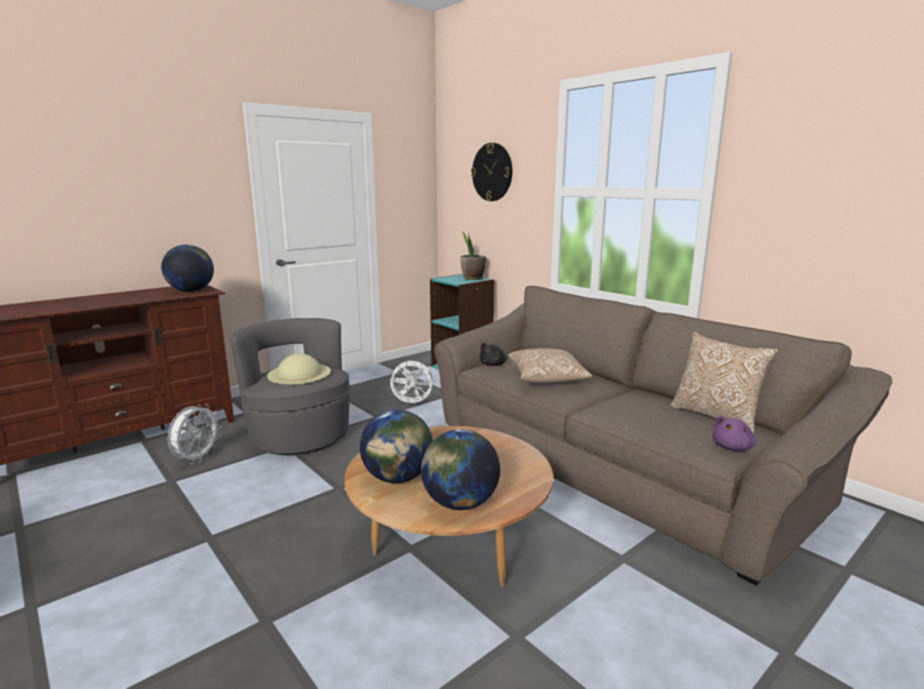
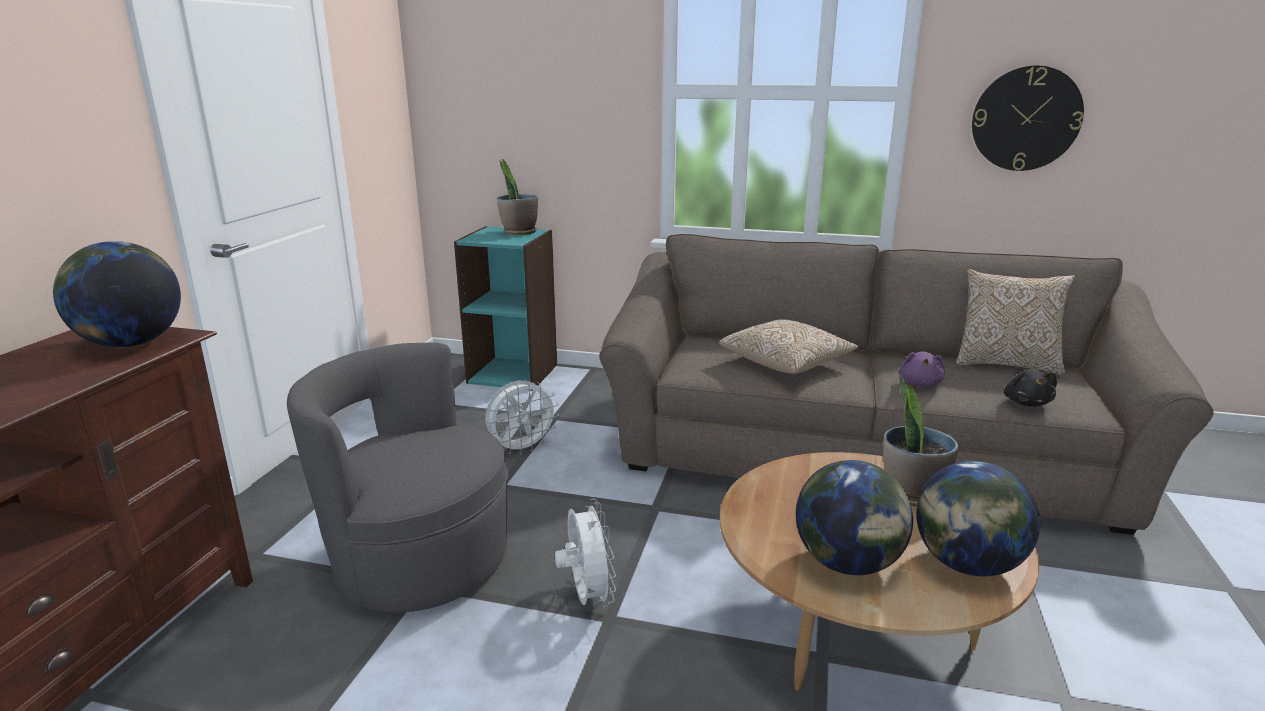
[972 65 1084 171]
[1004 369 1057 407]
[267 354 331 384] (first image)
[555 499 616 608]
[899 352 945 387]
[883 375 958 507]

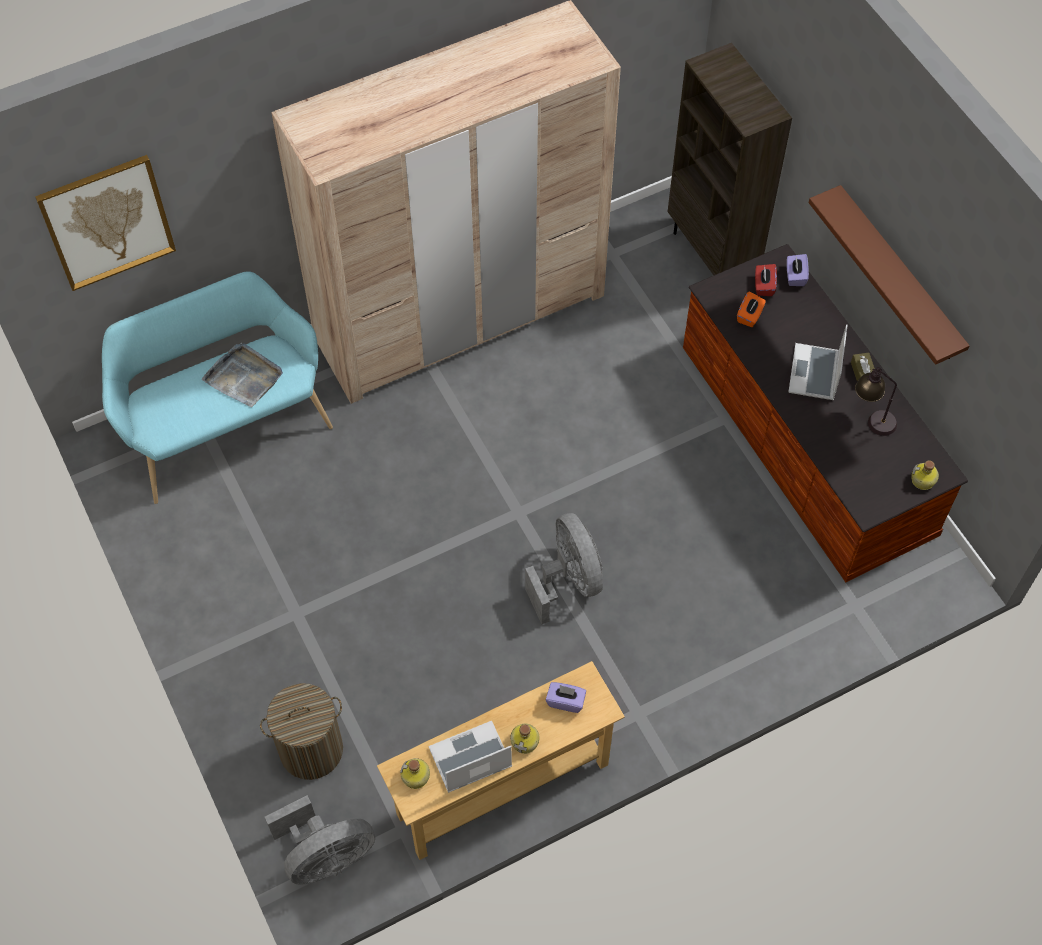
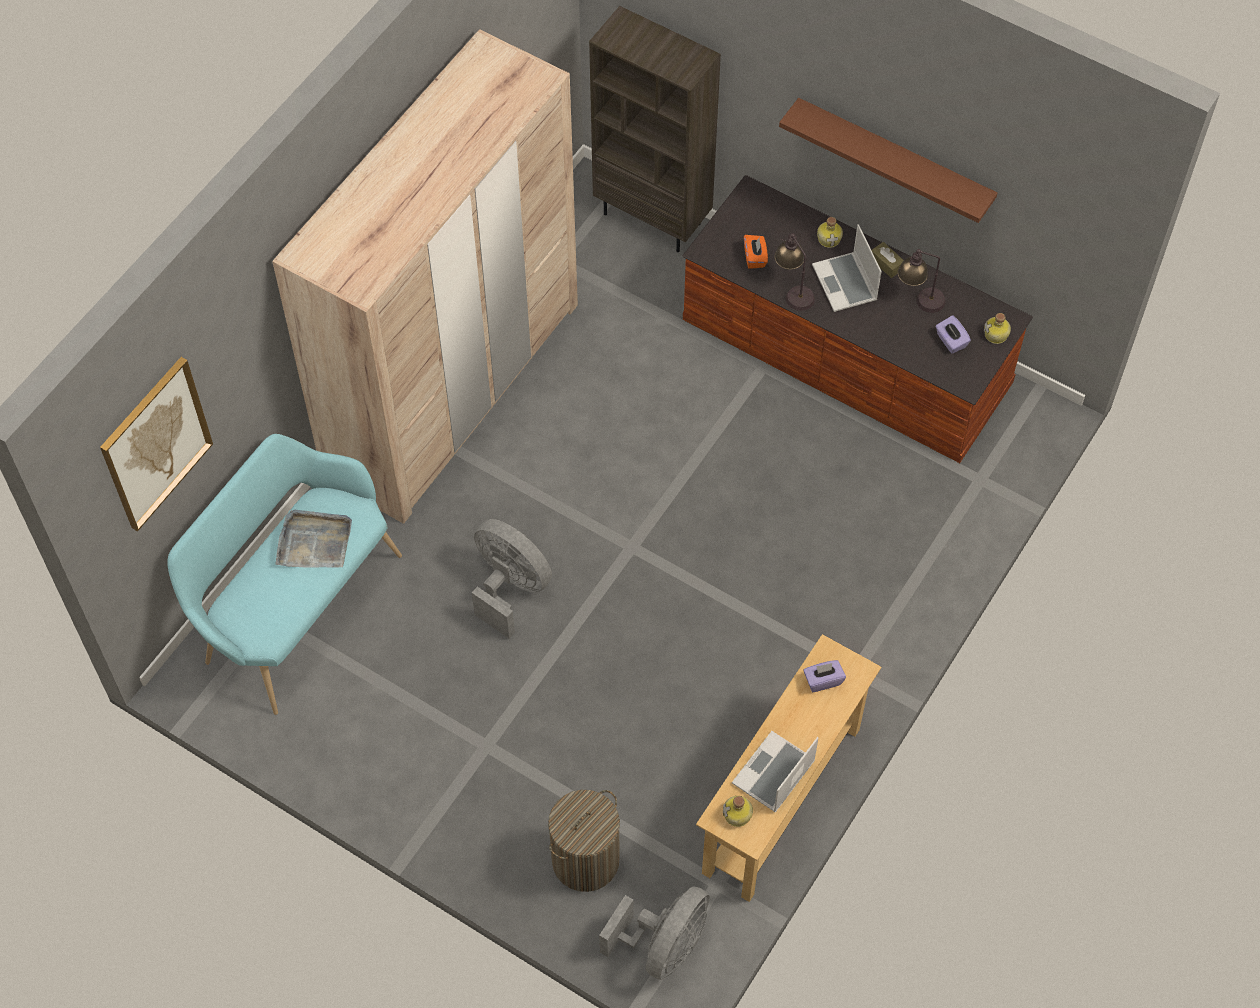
[935 315 971 354]
[755 264 777 296] (first image)
[472 519 552 639]
[817 217 843 248]
[775 233 815 311]

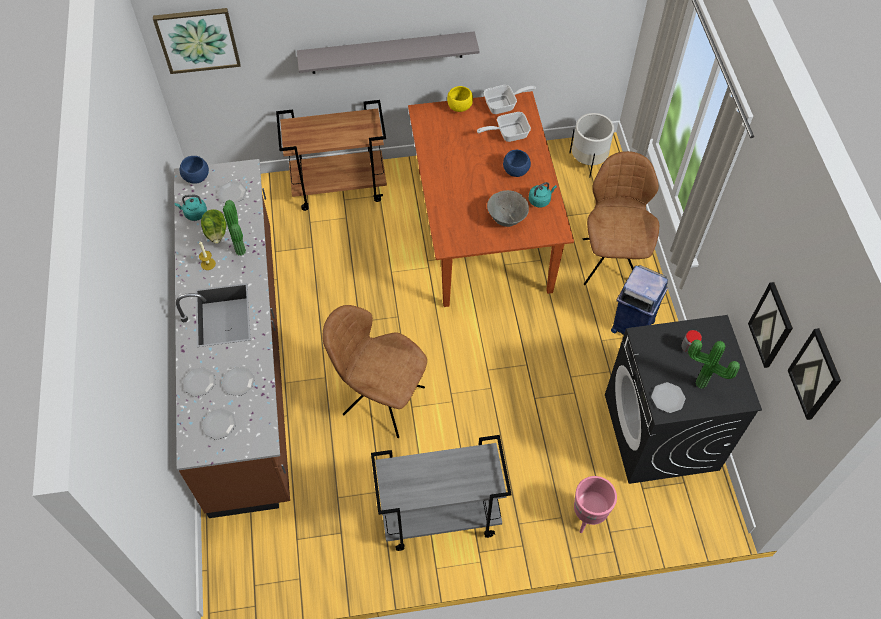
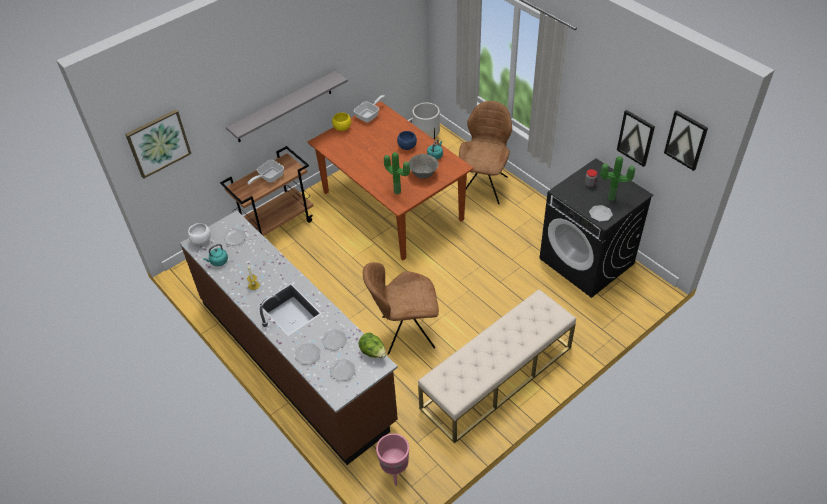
[248 160 284 185]
[459 101 512 204]
[188 223 211 245]
[384 152 410 194]
[359 332 386 358]
[611 265 668 335] (first image)
[418 289 576 444]
[376 433 409 486]

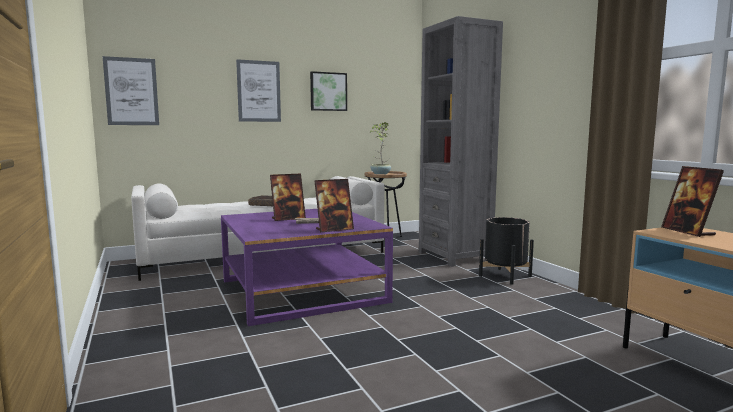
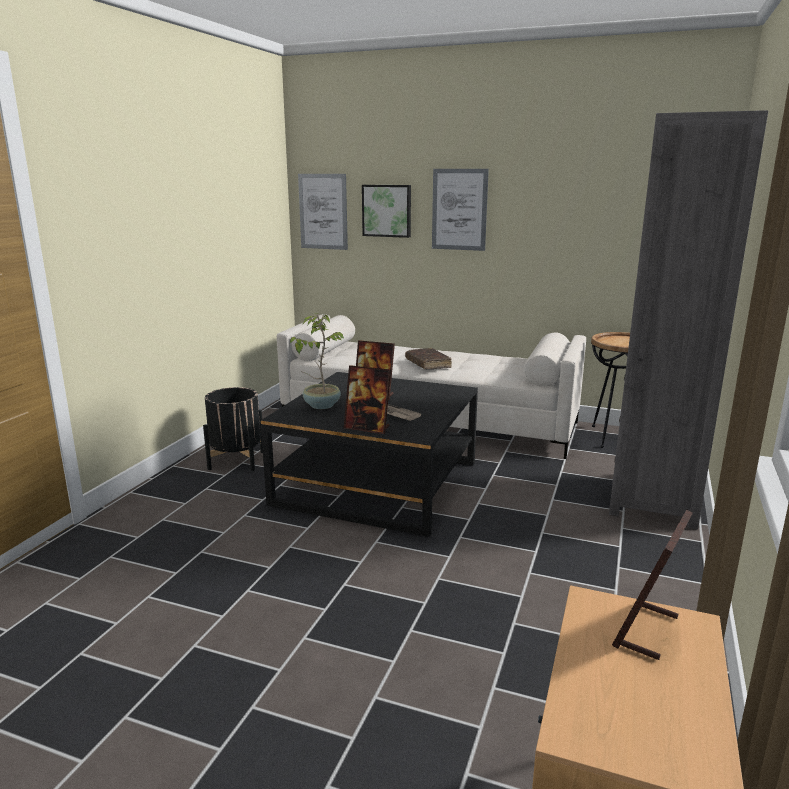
[362 185 411 238]
[290 313 344 409]
[261 372 478 537]
[203 387 263 471]

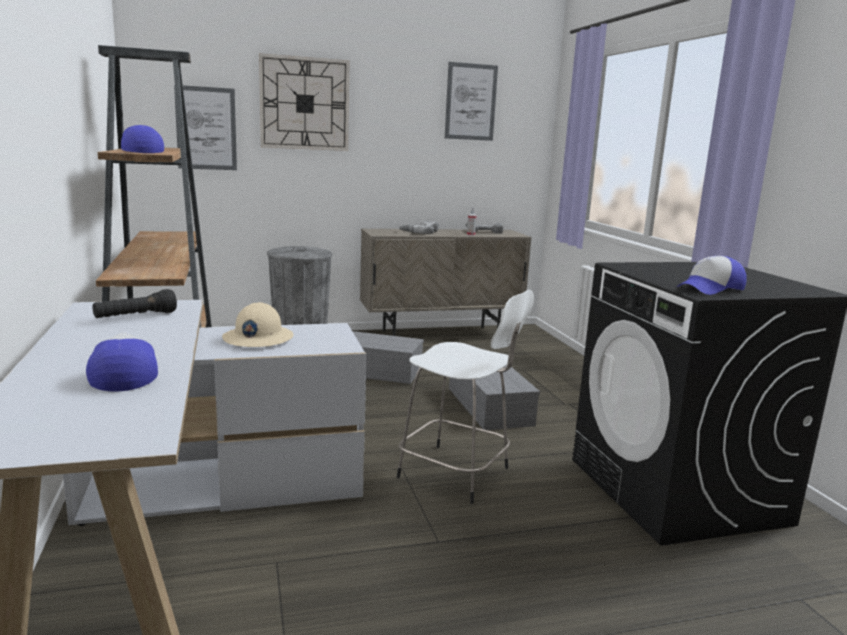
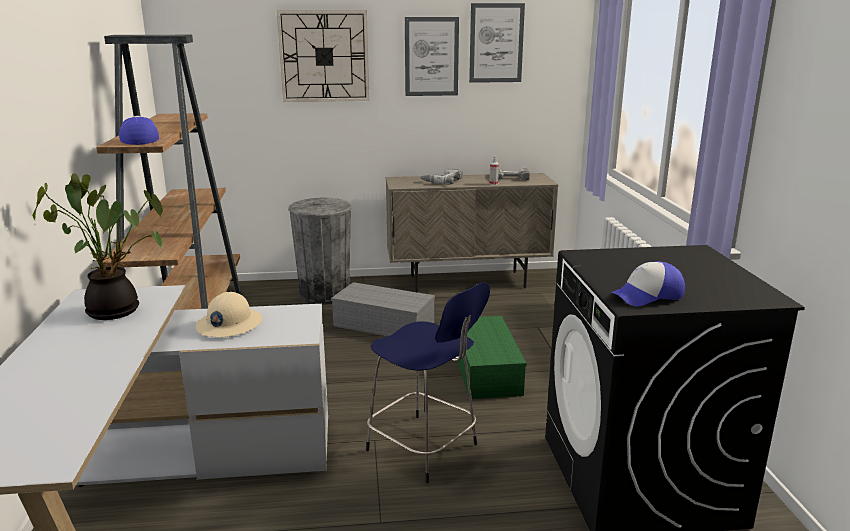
[405 17 459 96]
[32 173 163 320]
[366 282 490 483]
[86 332 158 392] (first image)
[457 316 527 399]

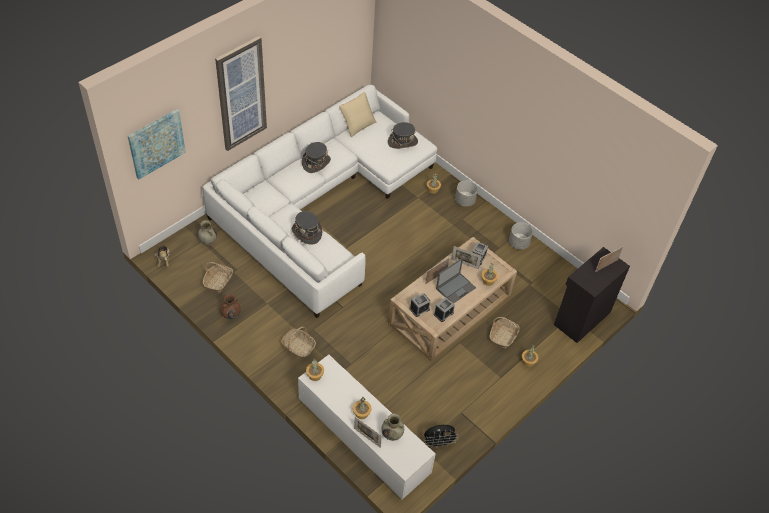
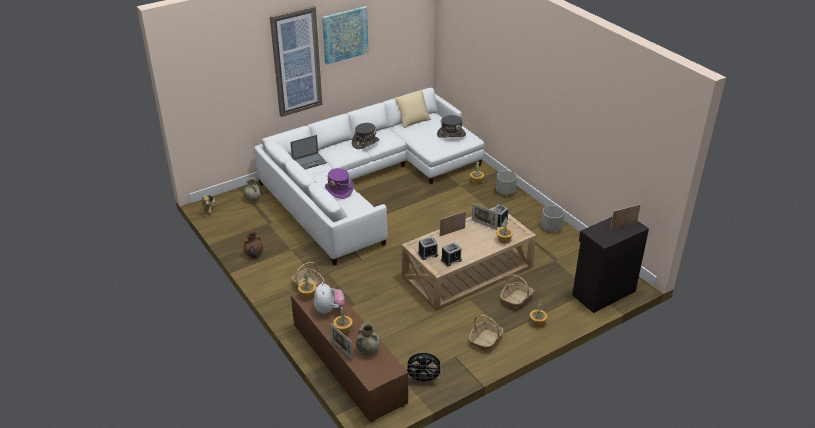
[322 6 369 65]
[325 168 354 199]
[290 135 327 169]
[469 315 503 351]
[291 280 408 422]
[314 282 344 314]

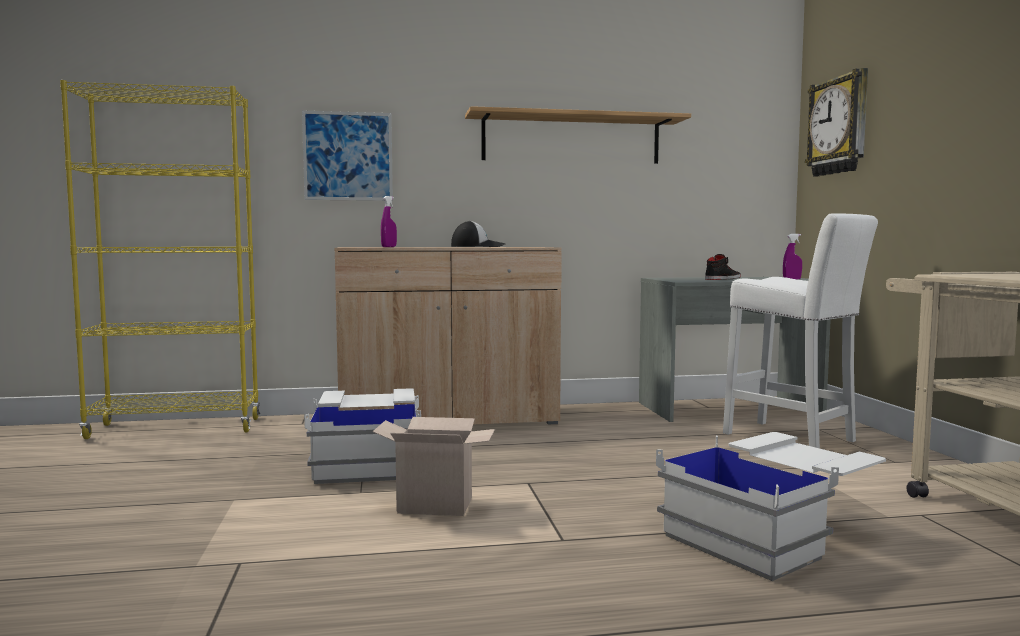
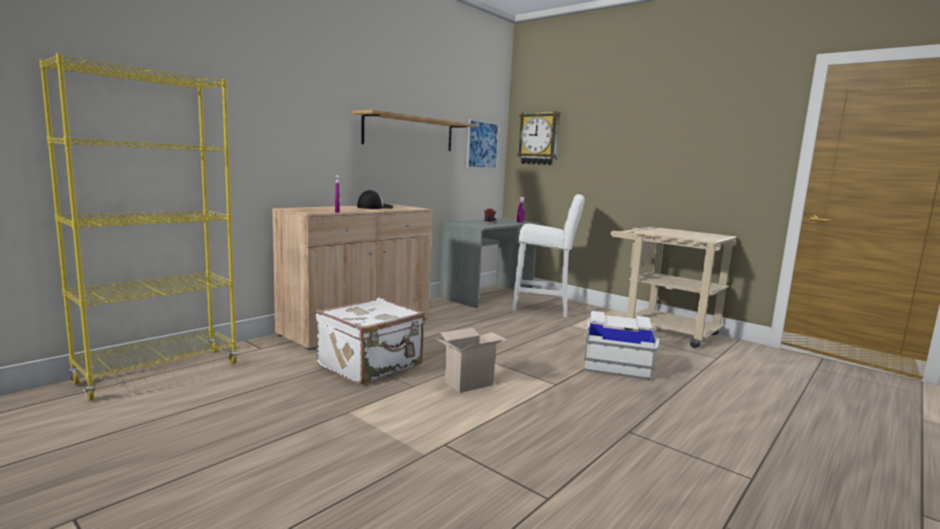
[467 119 500 169]
[316 297 425 385]

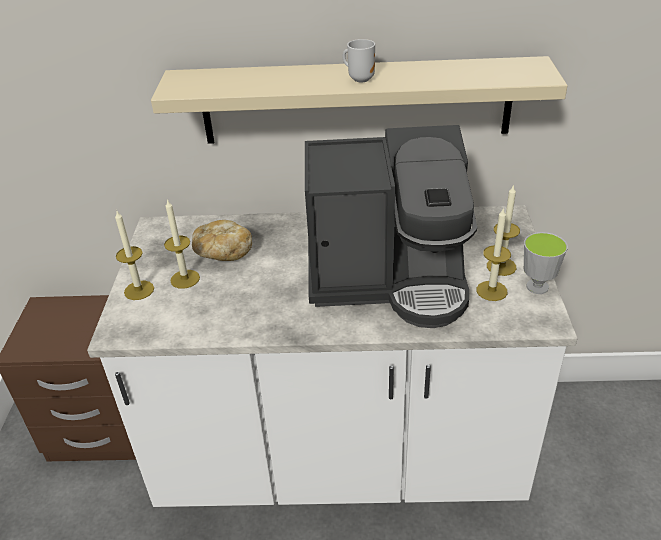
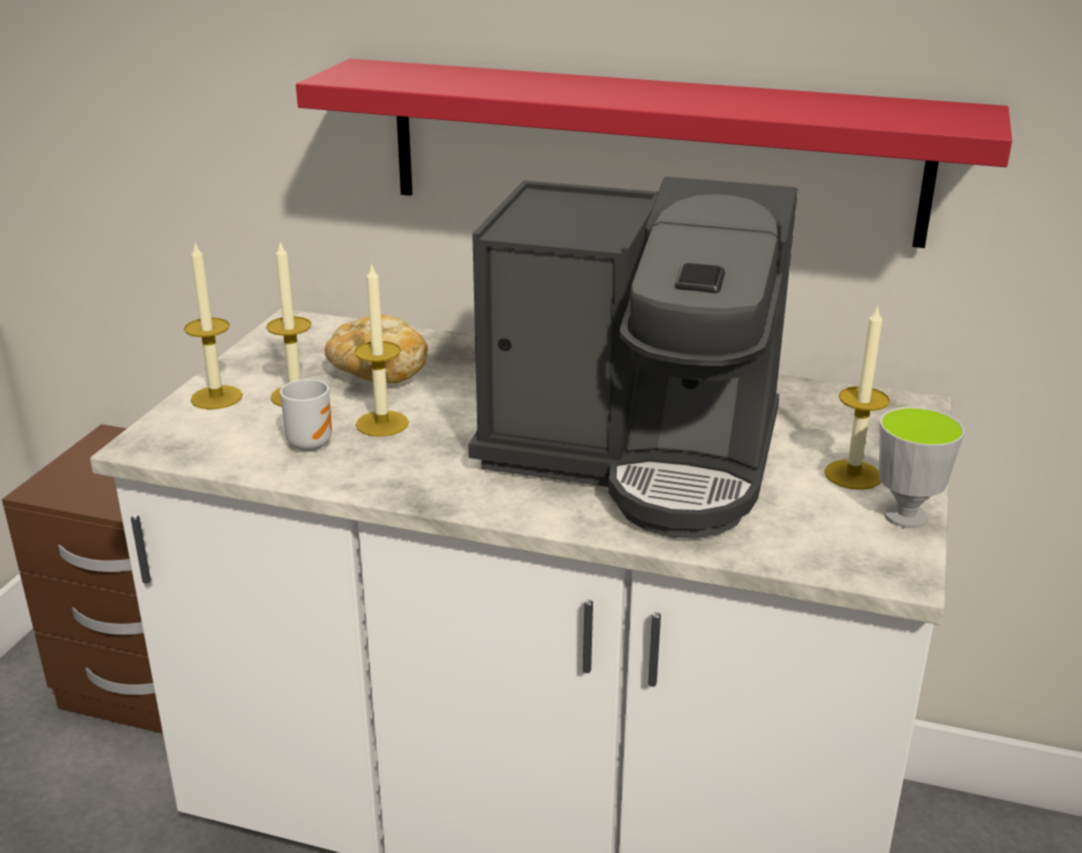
[280 379 332 452]
[296 59 1012 248]
[354 263 409 437]

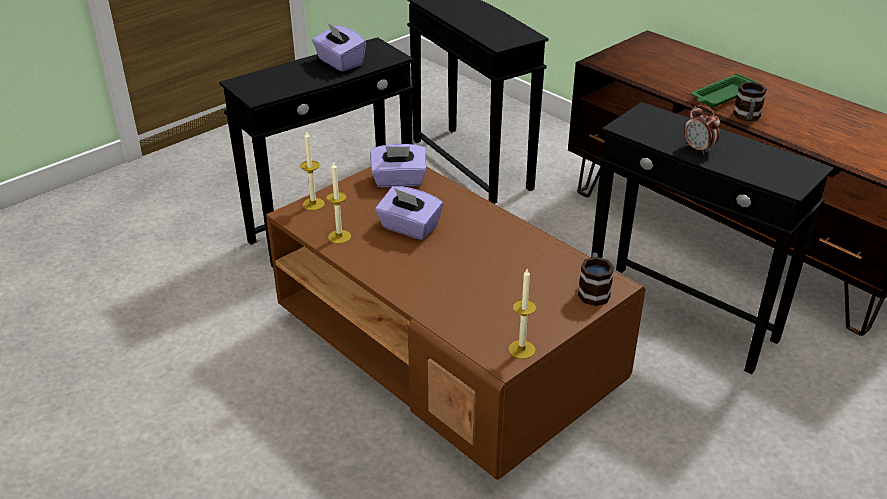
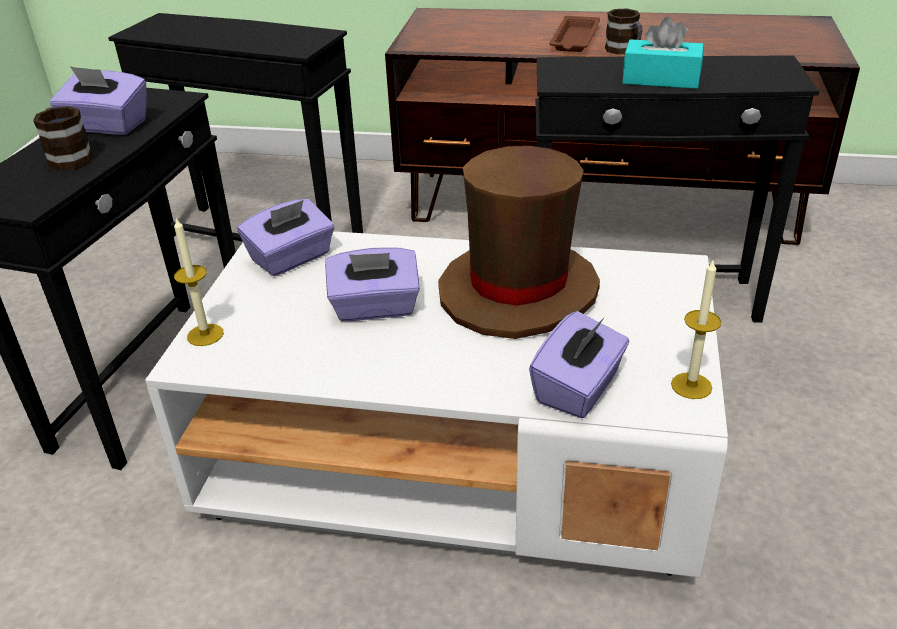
[549 16 600 52]
[622 17 704 89]
[326 161 351 244] (first image)
[145 231 728 578]
[33 106 93 171]
[438 146 600 339]
[529 311 629 418]

